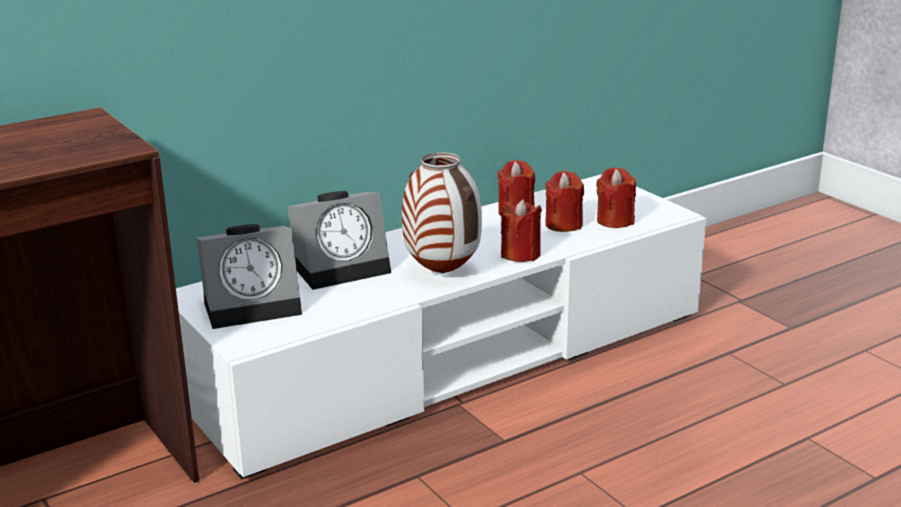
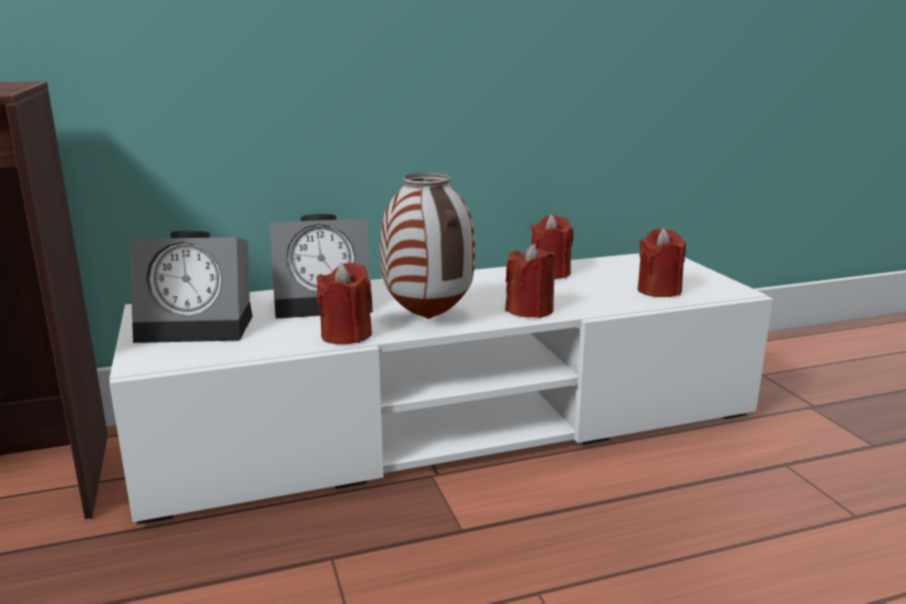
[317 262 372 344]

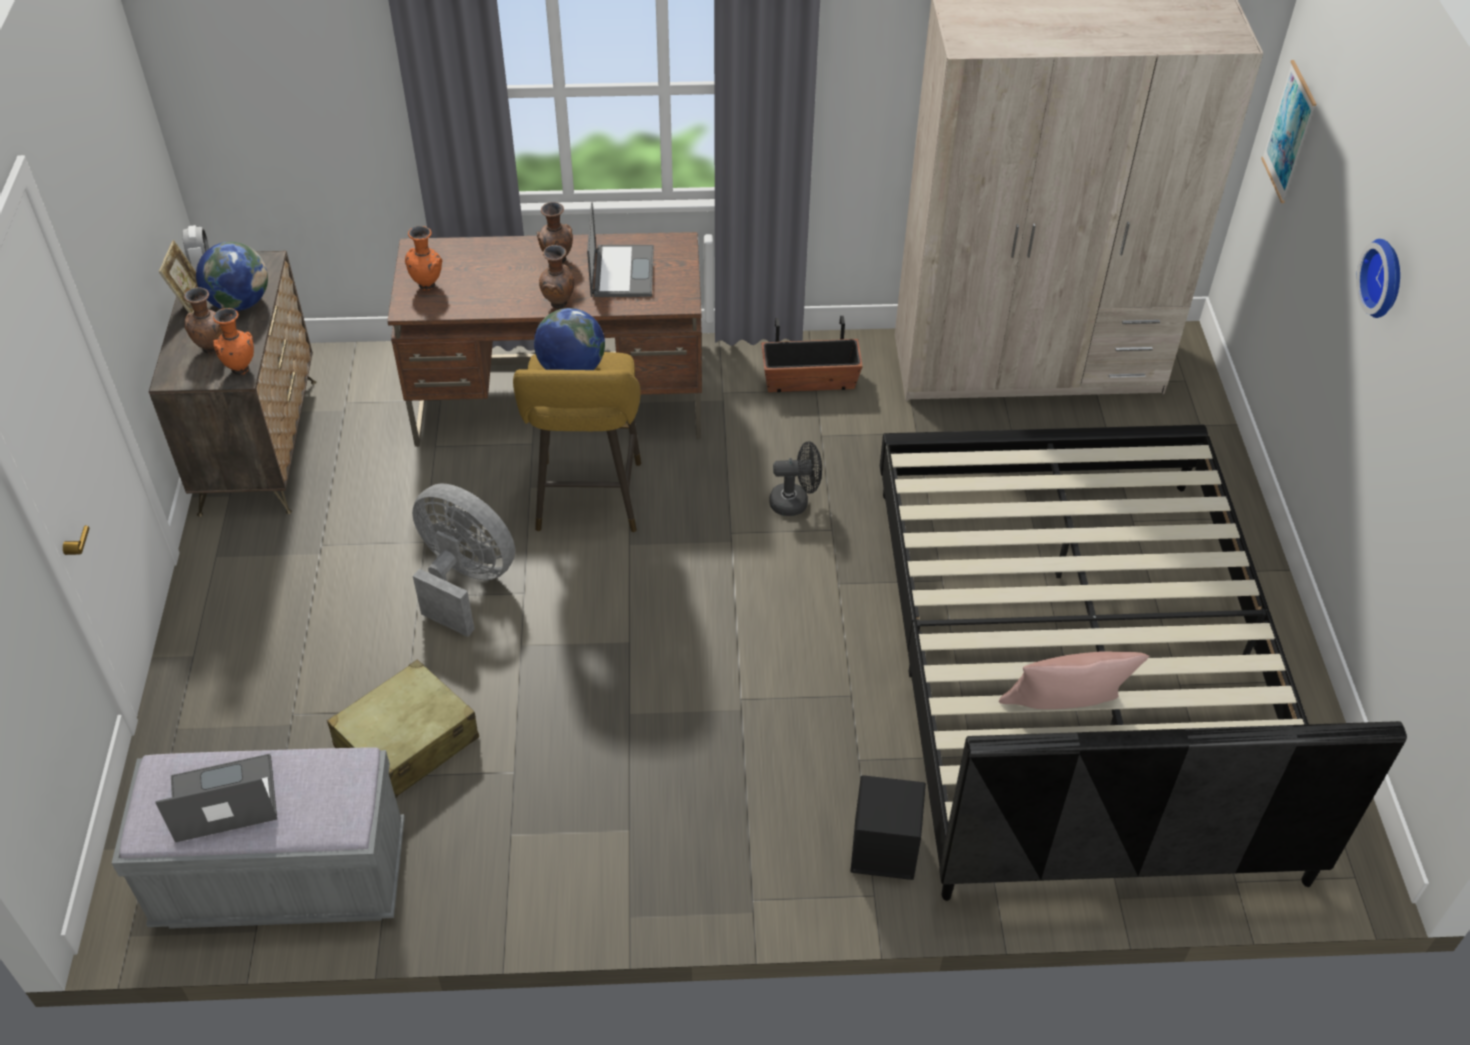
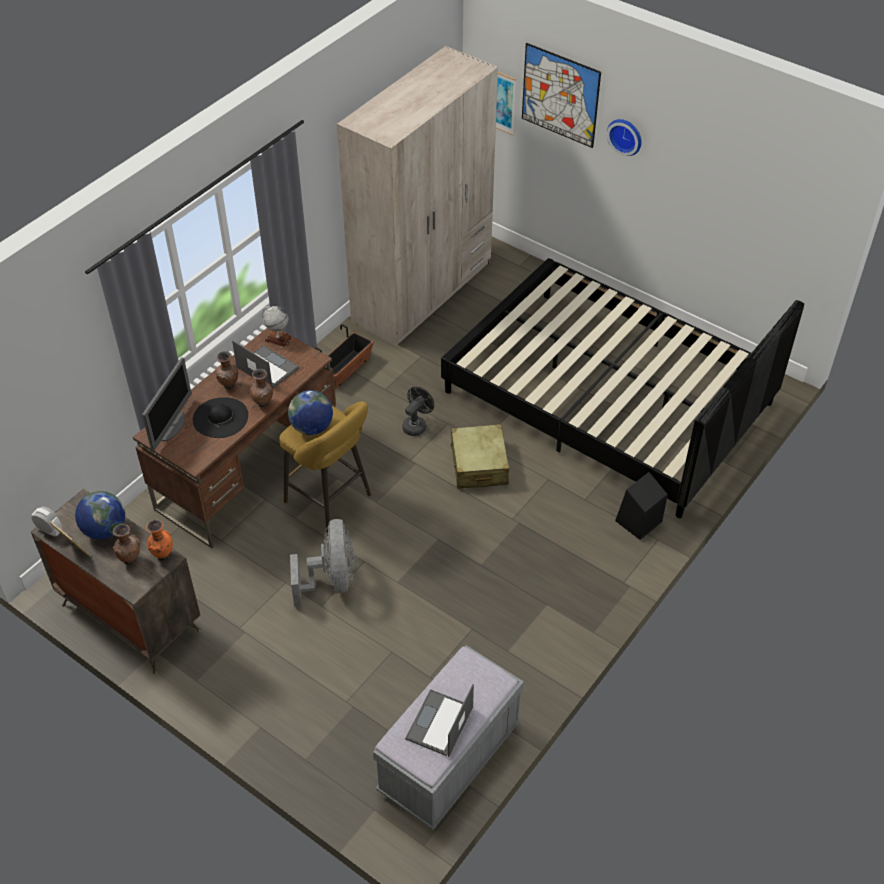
[405 226 442 291] (first image)
[290 519 355 607]
[999 651 1149 709] (first image)
[450 424 509 489]
[522 43 601 148]
[262 306 292 347]
[142 357 192 451]
[193 397 248 438]

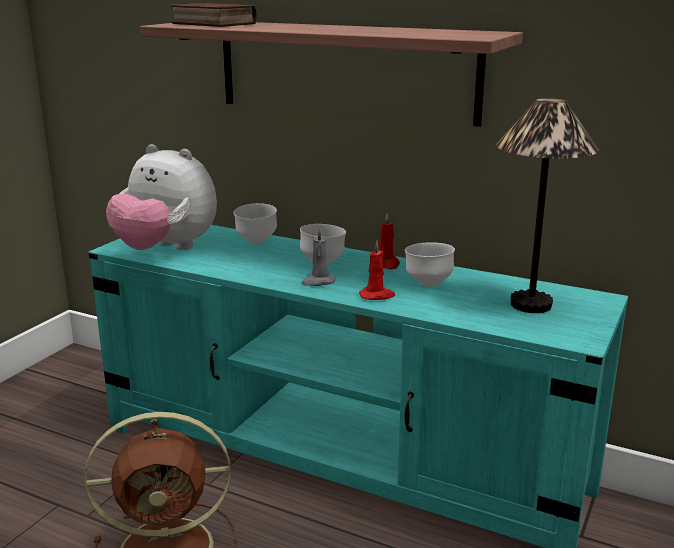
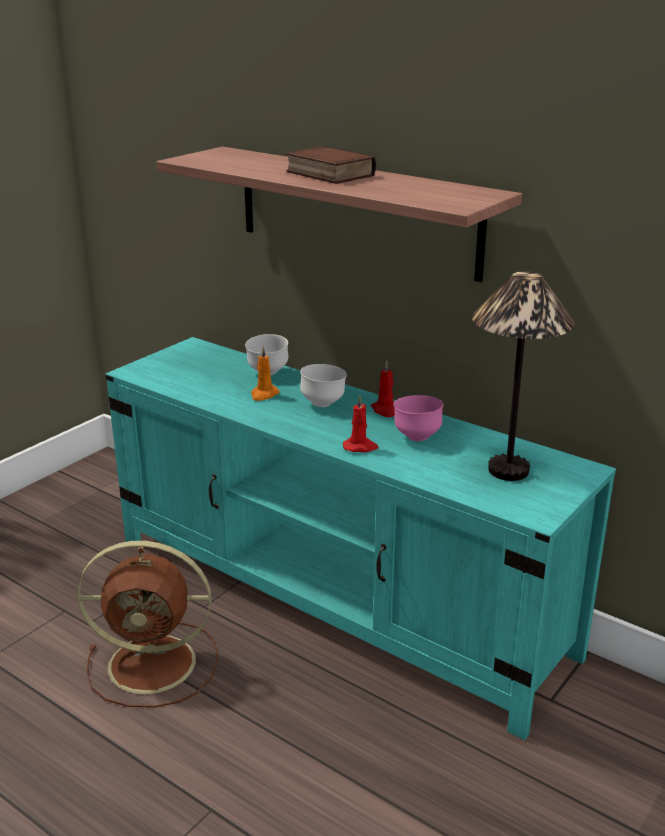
[286 146 376 184]
[106 144 217 250] (first image)
[302 229 336 286] (first image)
[393 395 443 441]
[251 347 280 401]

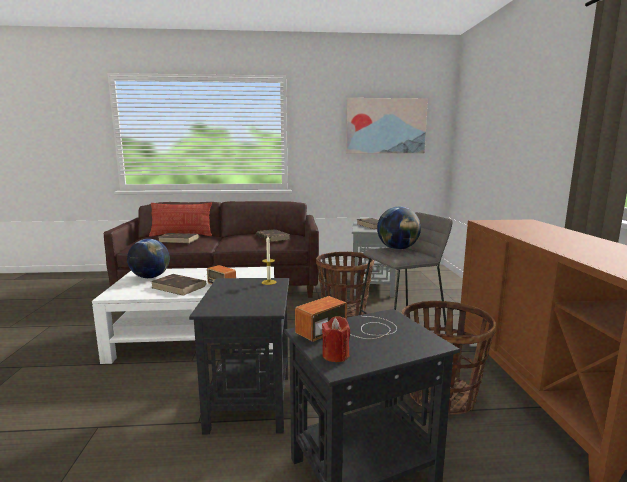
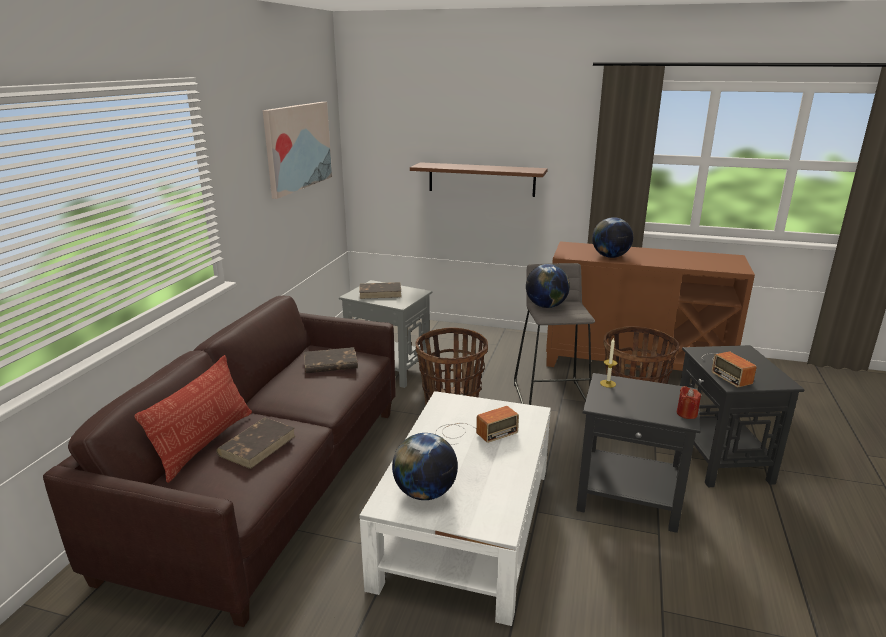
[151 274 206 296] (first image)
[677 386 701 419]
[410 162 548 197]
[592 217 633 258]

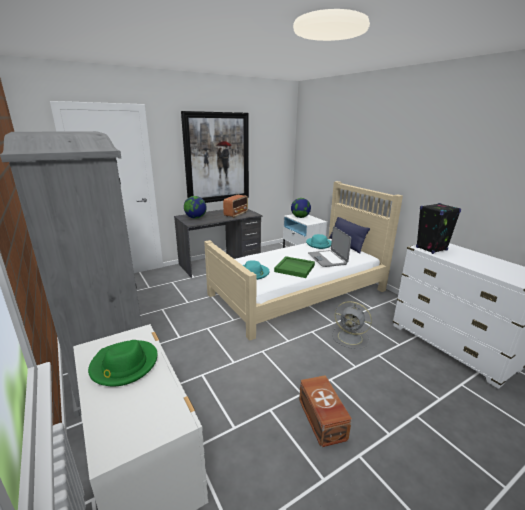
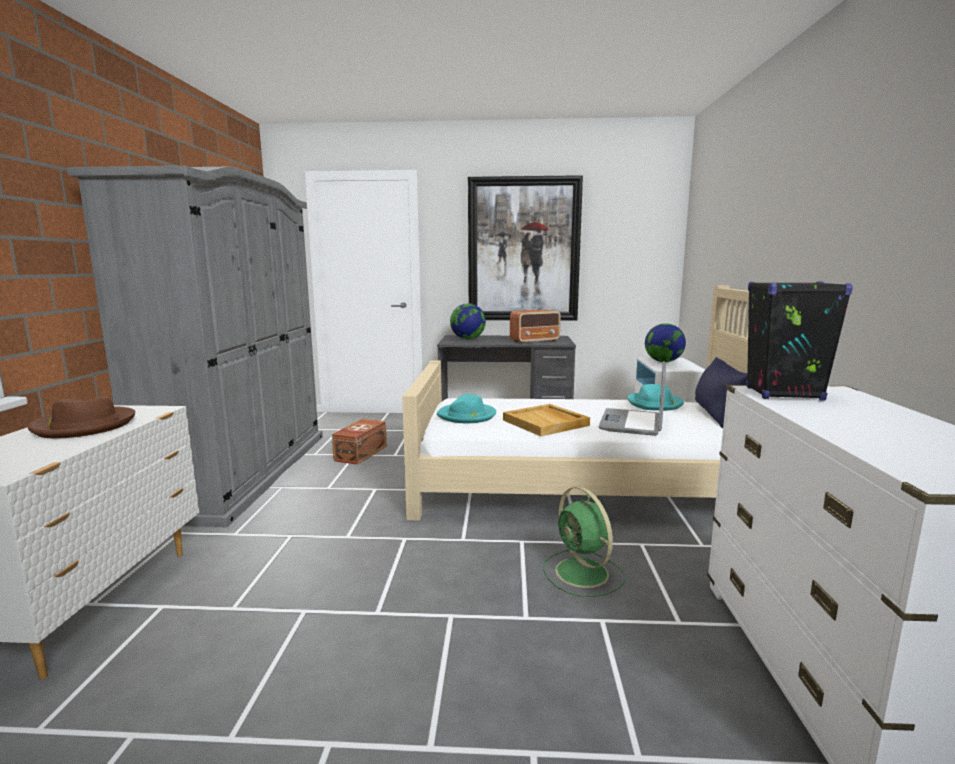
[503 404 590 436]
[543 487 626 597]
[28 397 136 438]
[332 419 387 465]

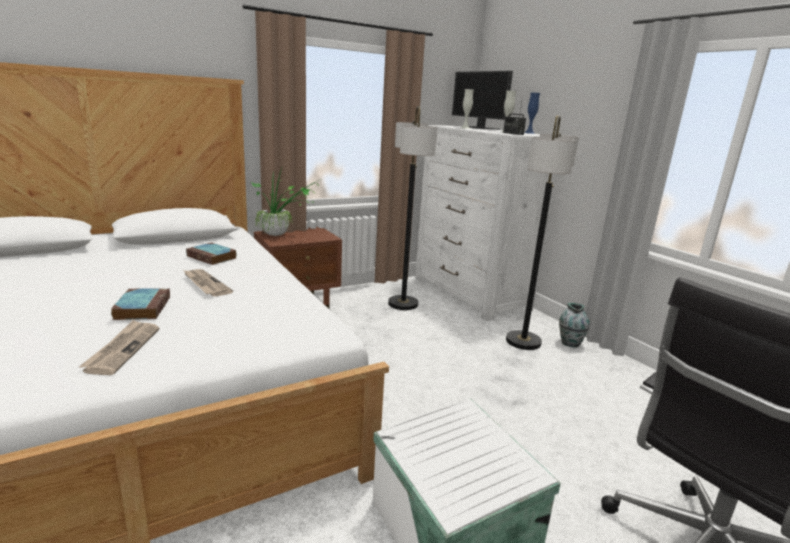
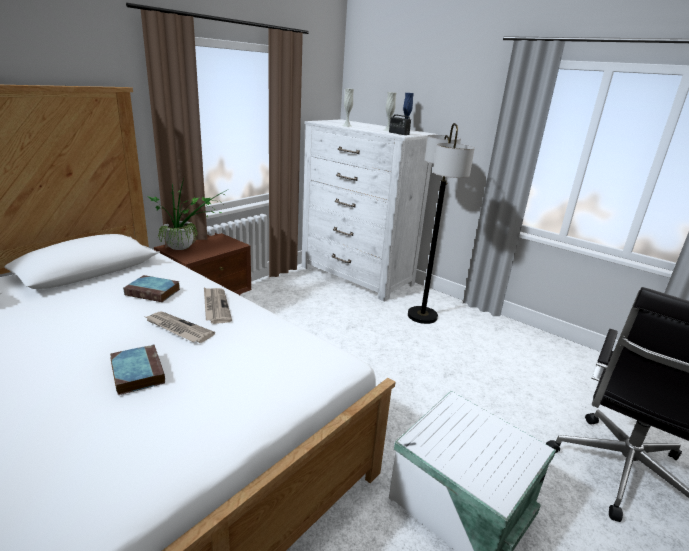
[452 71 513 130] (first image)
[388 106 437 310] (first image)
[559 303 590 348] (first image)
[204 288 232 324]

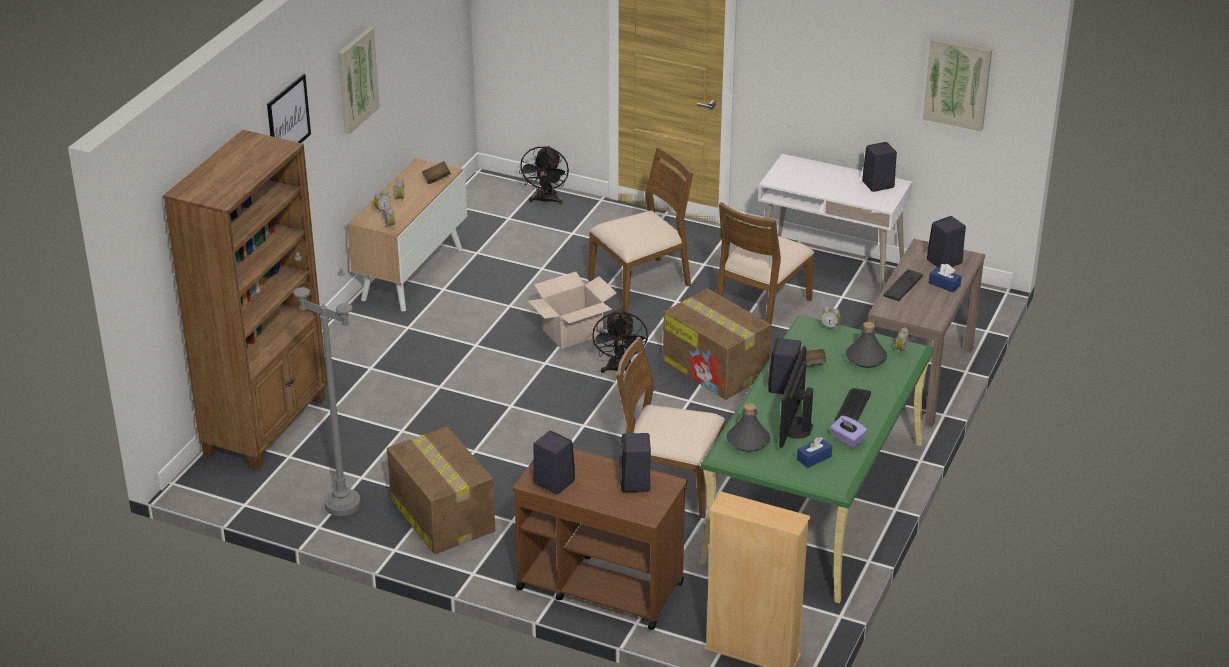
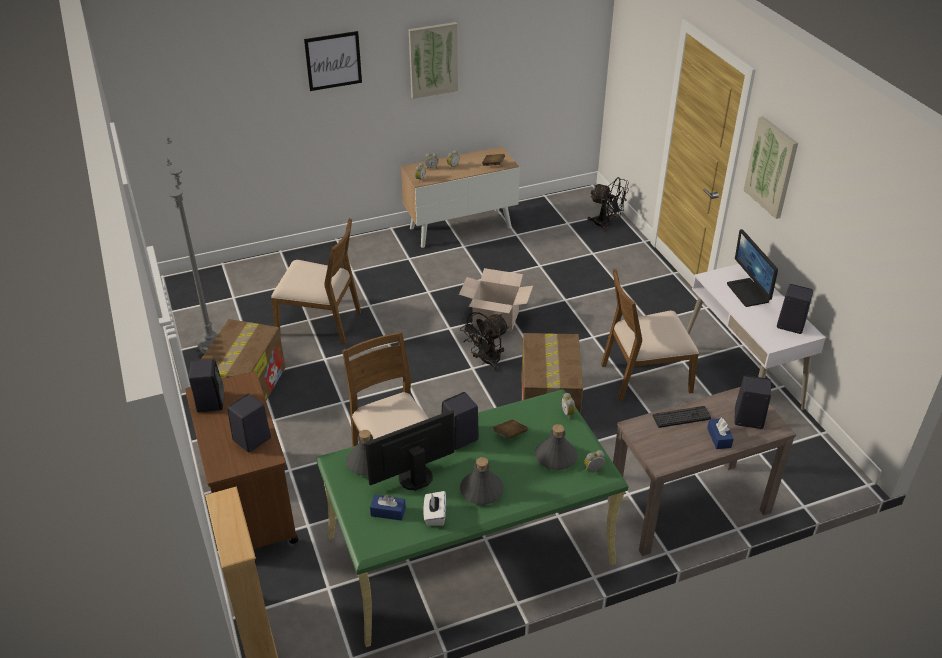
[744 116 798 219]
[163 130 327 470] (first image)
[587 177 629 232]
[271 218 361 344]
[460 457 504 505]
[424 491 446 526]
[727 229 778 307]

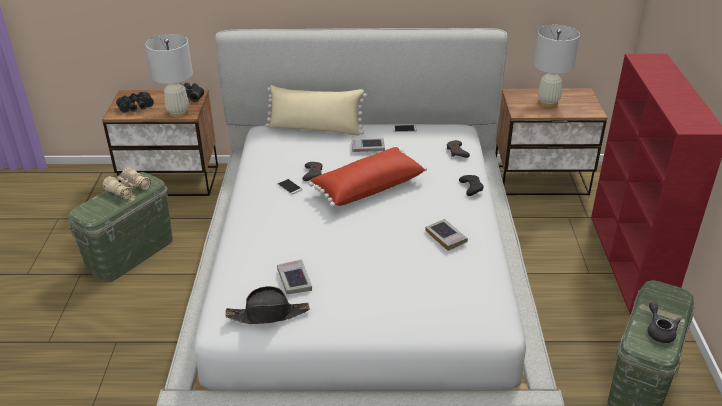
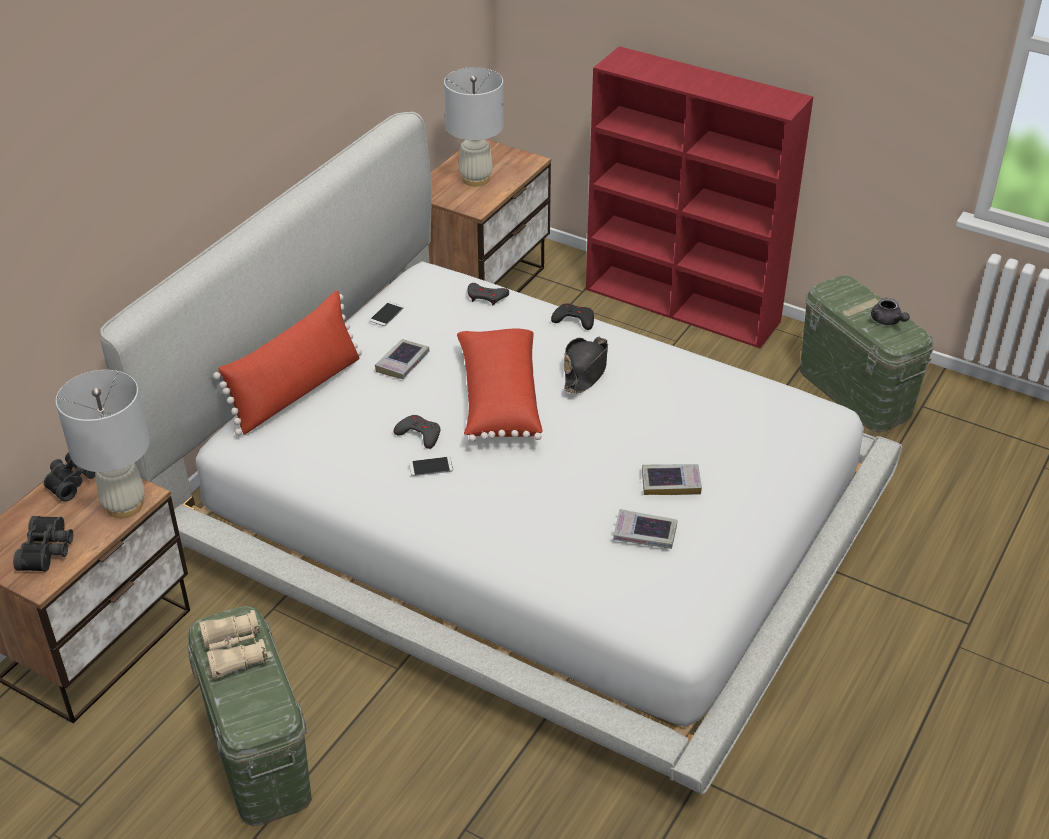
[213 291 362 436]
[642 464 702 495]
[564 336 608 394]
[871 298 910 325]

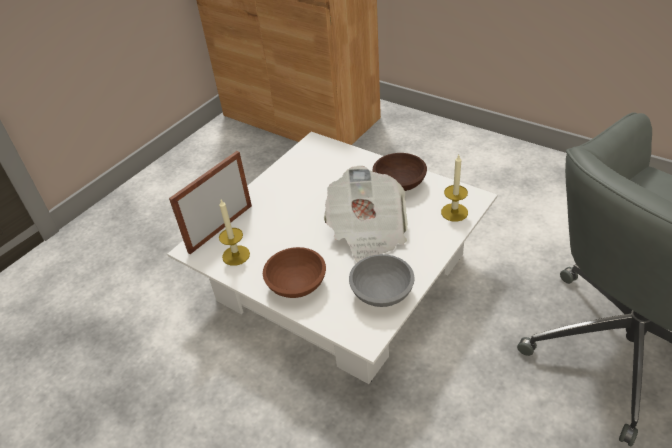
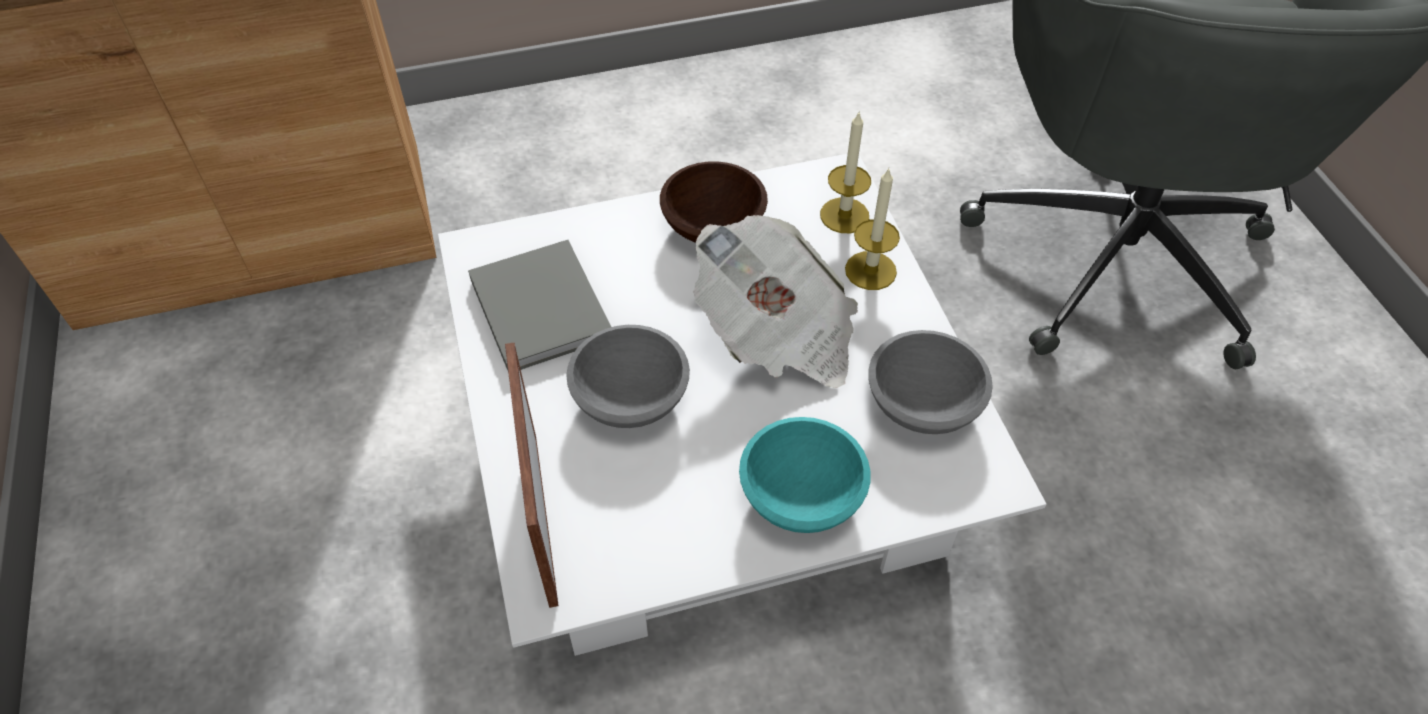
[845 167 900 290]
[739 417 871 533]
[468 240 611 370]
[566 325 690 428]

